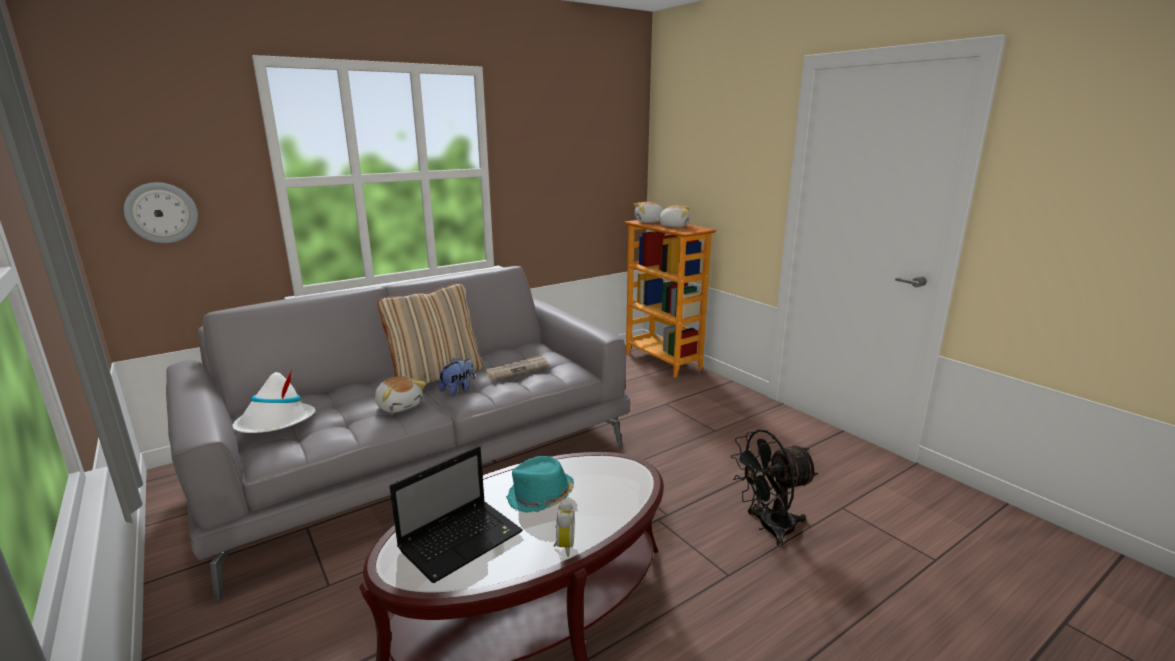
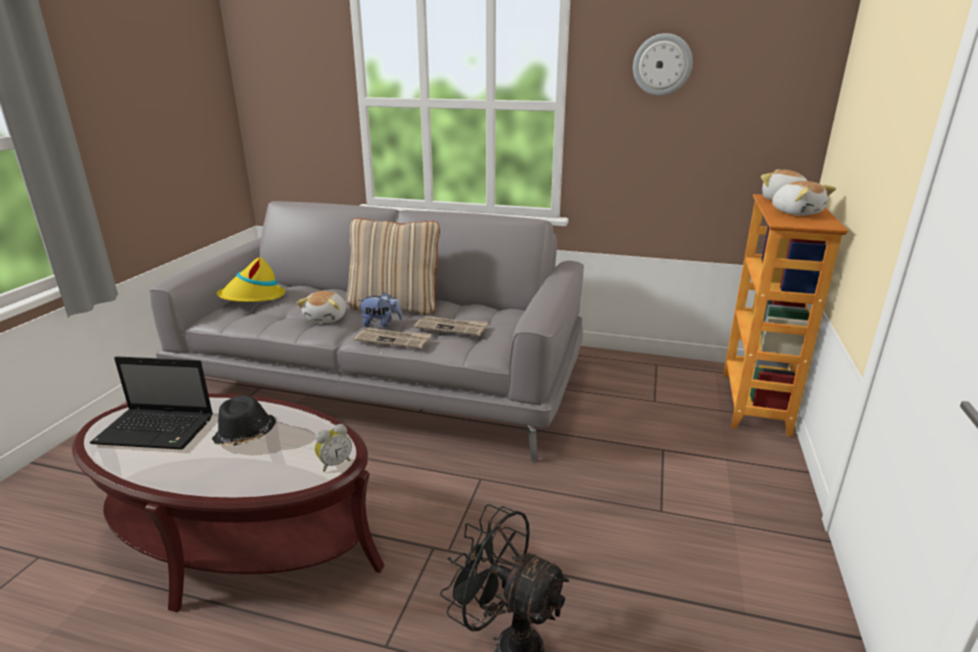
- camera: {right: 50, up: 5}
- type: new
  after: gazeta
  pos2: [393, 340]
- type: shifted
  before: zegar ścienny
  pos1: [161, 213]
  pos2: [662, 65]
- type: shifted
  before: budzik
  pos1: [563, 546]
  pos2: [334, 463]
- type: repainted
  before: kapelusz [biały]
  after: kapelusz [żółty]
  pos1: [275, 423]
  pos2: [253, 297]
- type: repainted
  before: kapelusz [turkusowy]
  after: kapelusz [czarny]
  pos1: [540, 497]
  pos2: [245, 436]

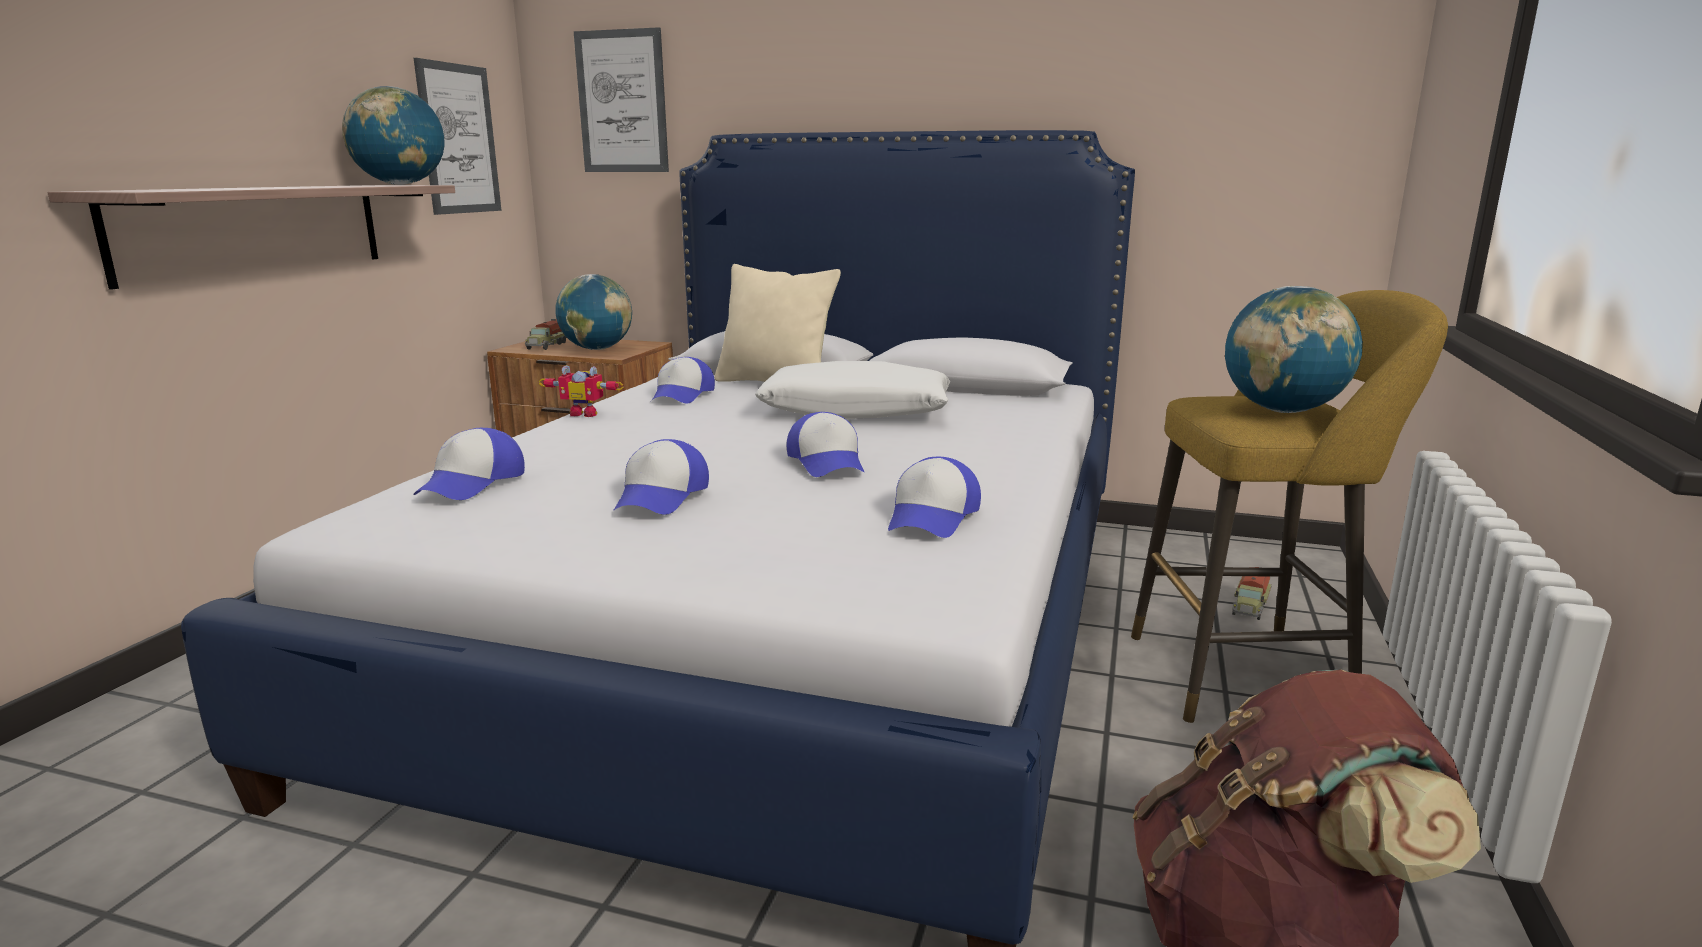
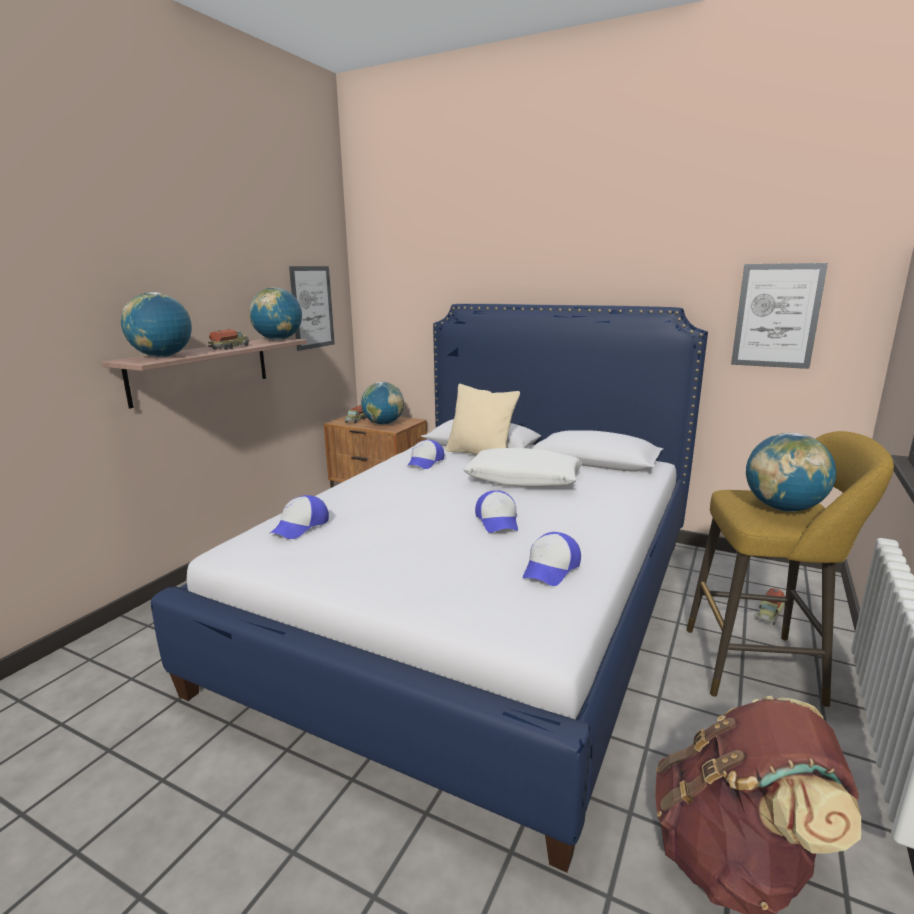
- camera: {right: 10, up: 0}
- type: gone
  before: robot zabawkowy
  pos1: [585, 413]
- type: gone
  before: czapka z daszkiem
  pos1: [662, 497]
- type: new
  after: globus
  pos2: [162, 357]
- type: new
  after: ciężarówka zabawkowa
  pos2: [230, 348]
- type: shifted
  before: obraz
  pos1: [622, 102]
  pos2: [776, 316]

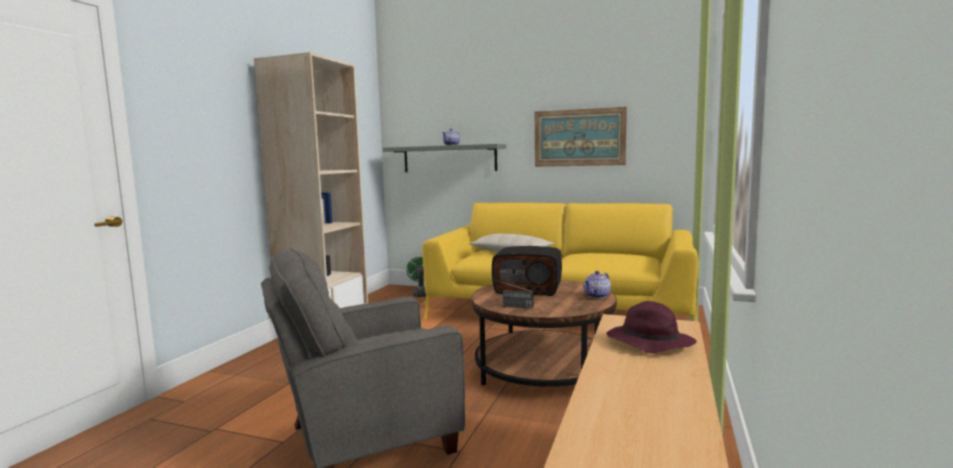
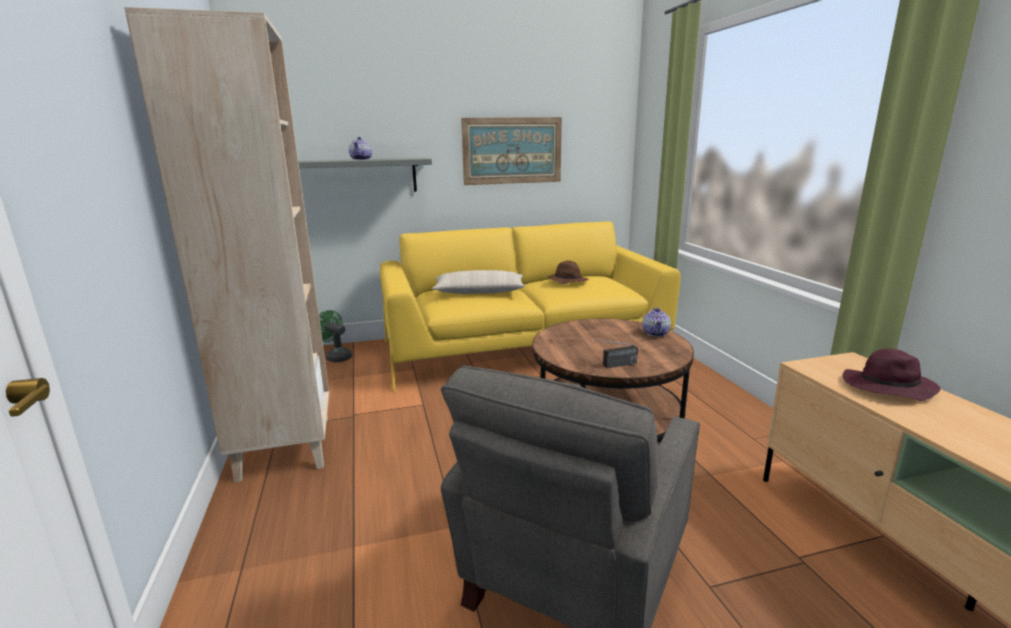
- camera: {right: -35, up: 10}
- type: gone
  before: radio
  pos1: [528, 289]
- type: new
  after: kapelusz [brązowy]
  pos2: [567, 281]

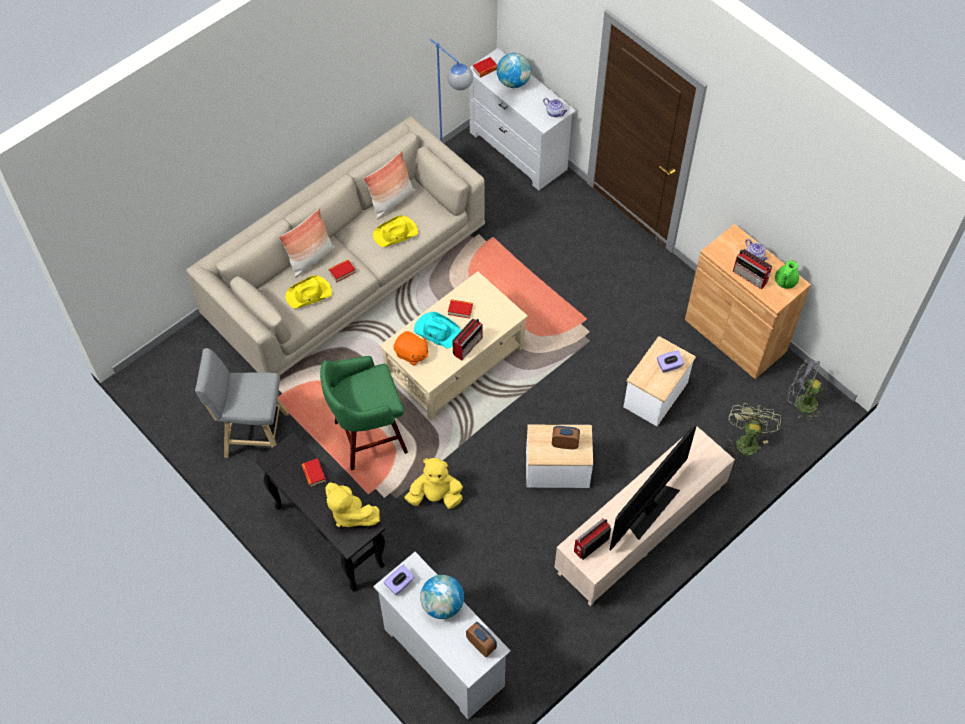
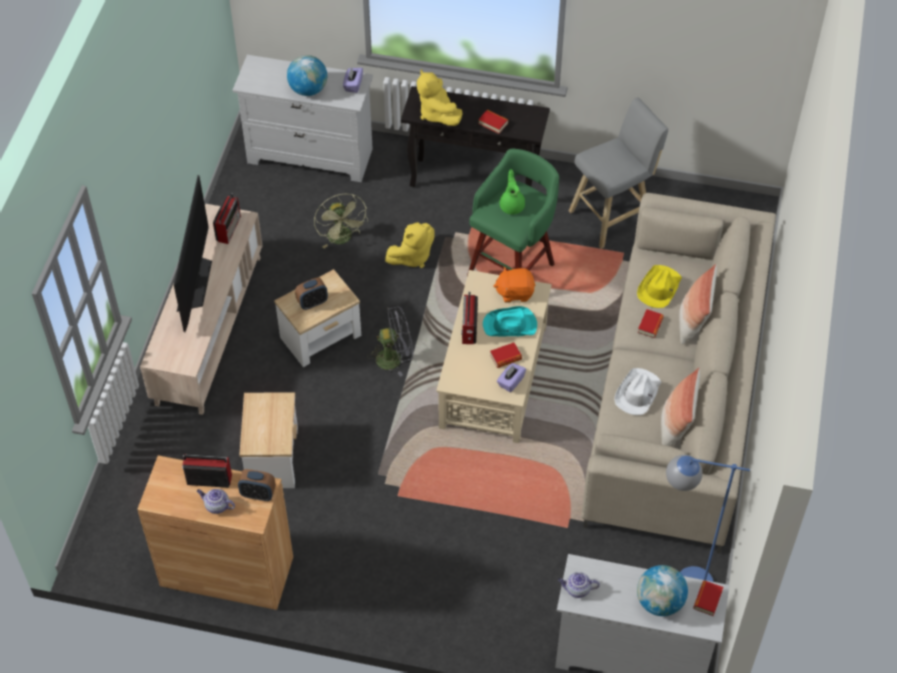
- camera: {right: 145, up: -5}
- type: shifted
  before: budzik
  pos1: [481, 644]
  pos2: [258, 494]
- type: shifted
  before: pudełko chusteczek [fioletowy]
  pos1: [669, 366]
  pos2: [510, 382]
- type: shifted
  before: wentylator [zielony]
  pos1: [746, 440]
  pos2: [342, 239]
- type: shifted
  before: imbryk [zielony]
  pos1: [784, 281]
  pos2: [512, 205]
- type: shifted
  before: wentylator [szary]
  pos1: [800, 402]
  pos2: [394, 357]
- type: repainted
  before: kapelusz [żółty]
  after: kapelusz [biały]
  pos1: [396, 233]
  pos2: [637, 393]
- type: rotated
  before: pluszak [żółty]
  pos1: [350, 513]
  pos2: [437, 114]
  turn: -120

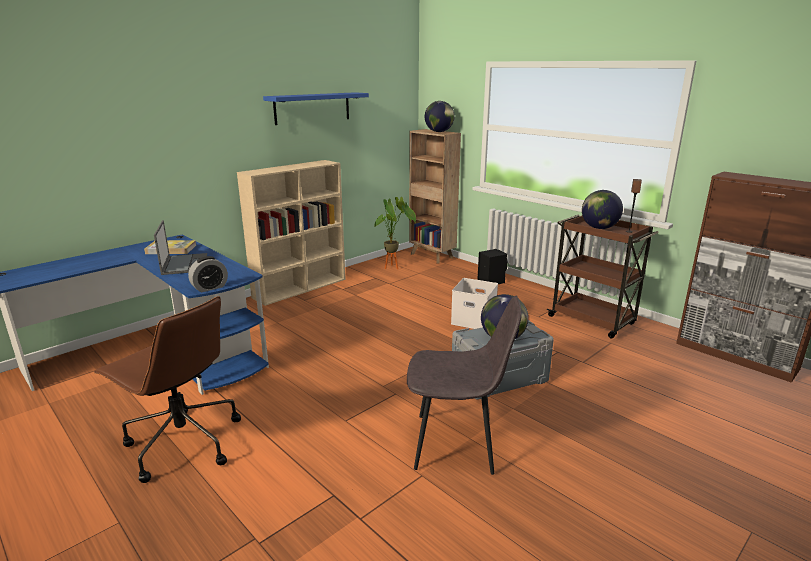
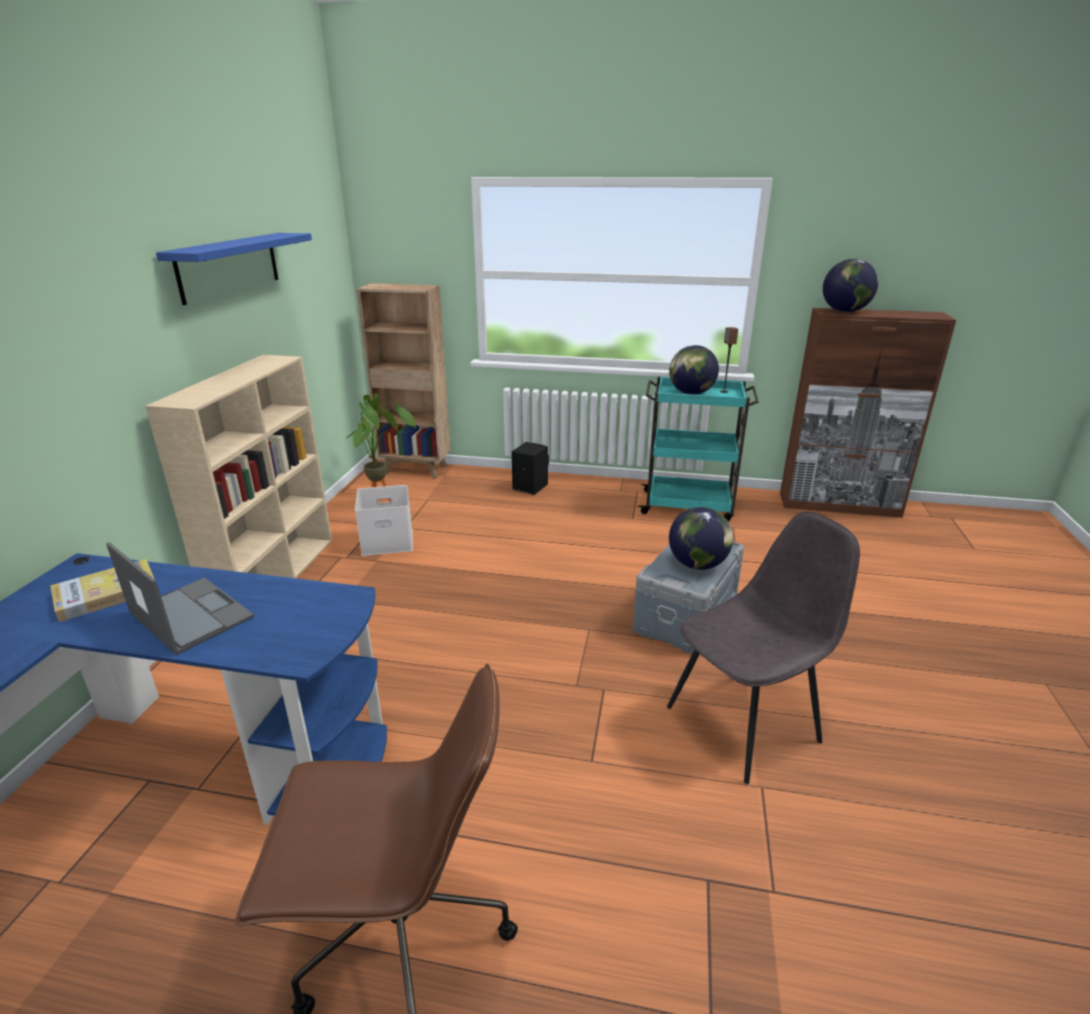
- camera: {right: -35, up: 5}
- type: gone
  before: budzik
  pos1: [210, 288]
- type: shifted
  before: globus
  pos1: [439, 132]
  pos2: [845, 311]
- type: shifted
  before: pojemnik do przechowywania [biały]
  pos1: [474, 320]
  pos2: [388, 540]
- type: repainted
  before: wózek [brązowy]
  after: wózek [turkusowy]
  pos1: [593, 321]
  pos2: [688, 505]

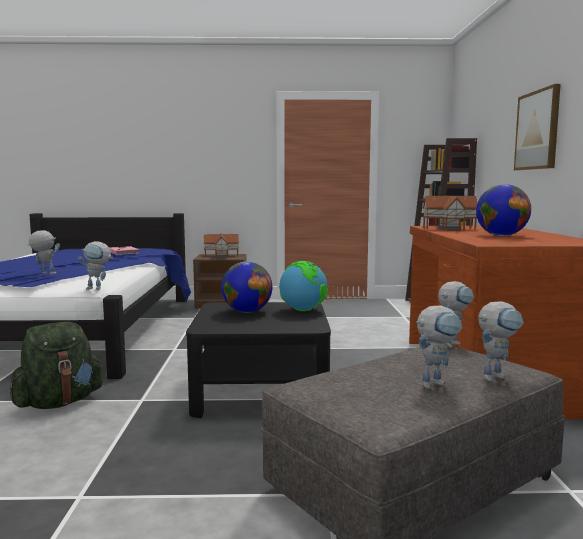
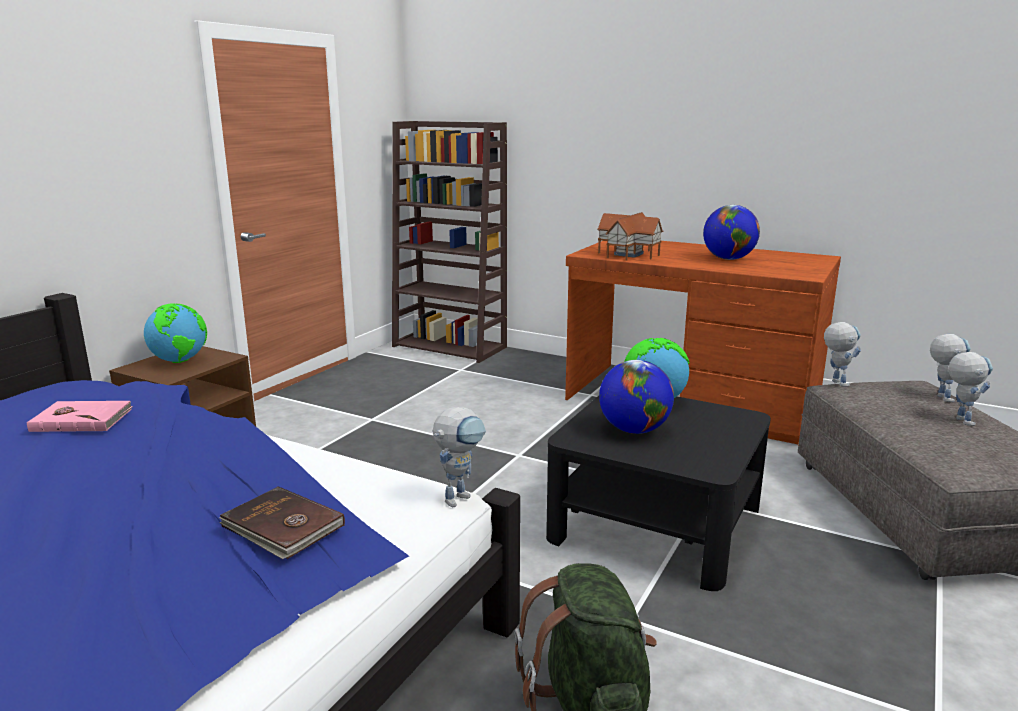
- camera: {right: -60, up: 10}
- type: gone
  before: obraz
  pos1: [538, 130]
- type: swapped
  before: robot zabawkowy
  after: książka [brązowy]
  pos1: [44, 274]
  pos2: [282, 527]
- type: swapped
  before: domek
  after: globus
  pos1: [222, 256]
  pos2: [180, 361]

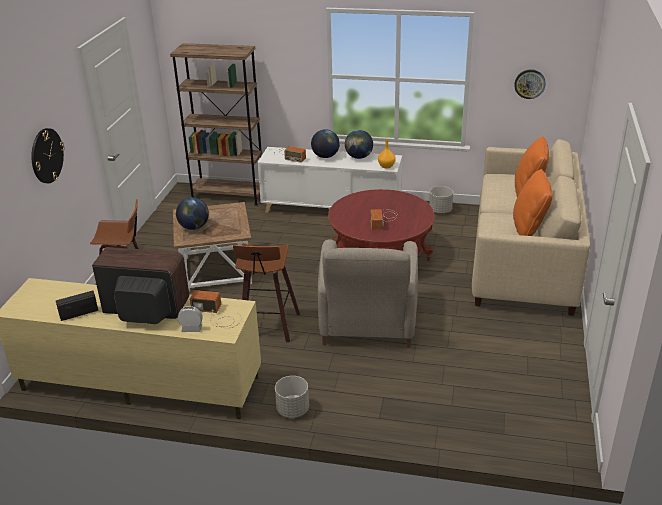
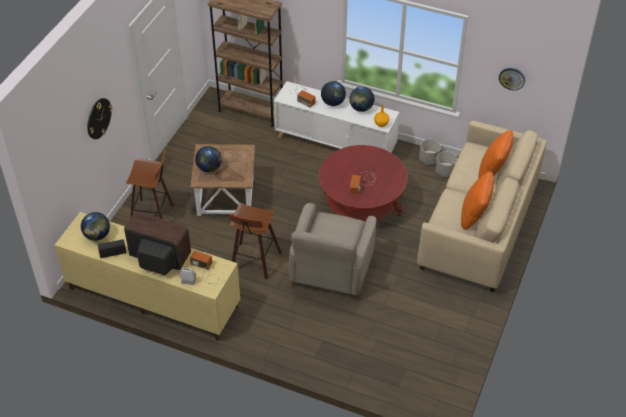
- camera: {right: 10, up: 15}
- type: new
  after: globus
  pos2: [97, 236]
- type: shifted
  before: donica [szary]
  pos1: [292, 410]
  pos2: [445, 172]

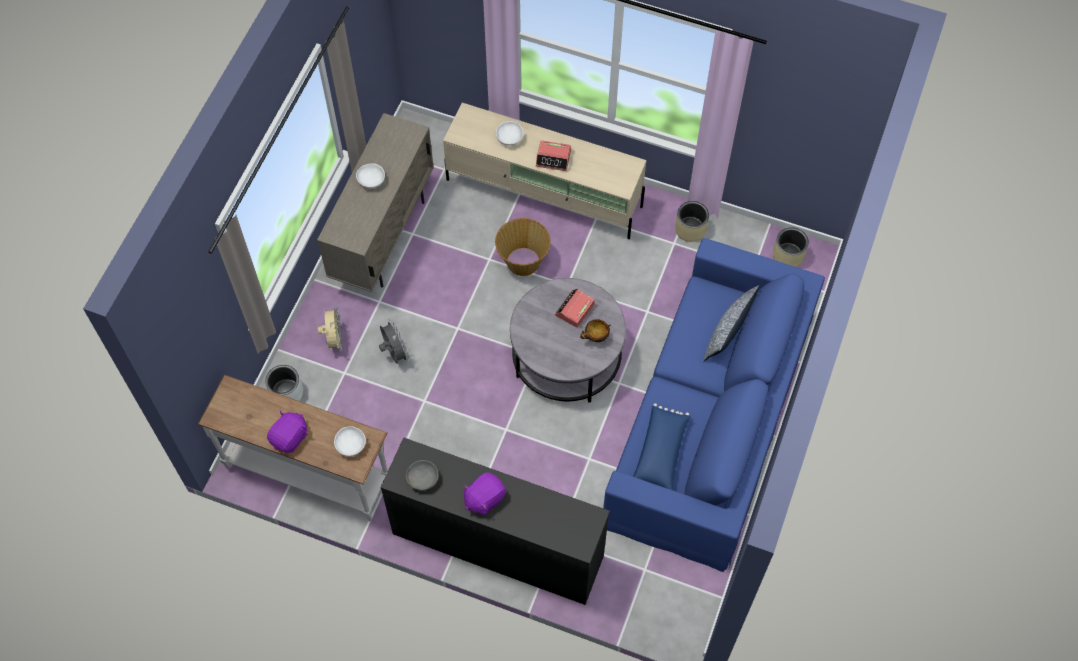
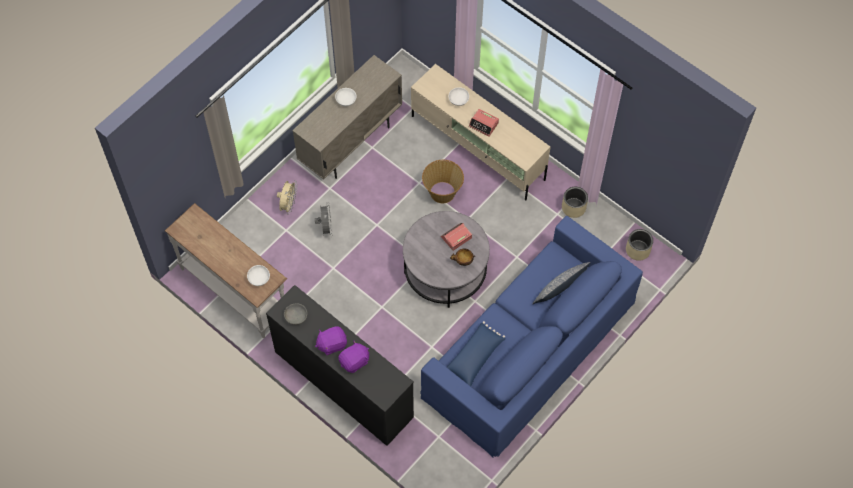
- camera: {right: 20, up: 0}
- type: gone
  before: donica [biały]
  pos1: [286, 392]
- type: shifted
  before: pluszak [fioletowy]
  pos1: [290, 437]
  pos2: [354, 361]

